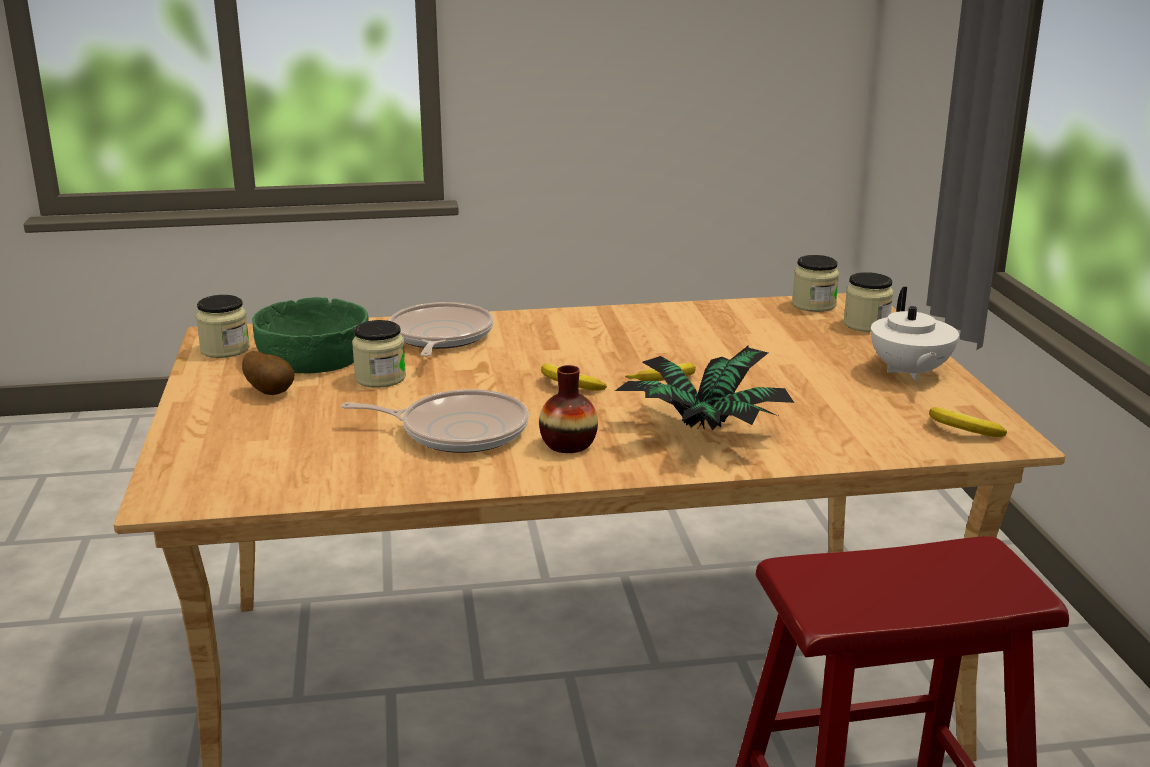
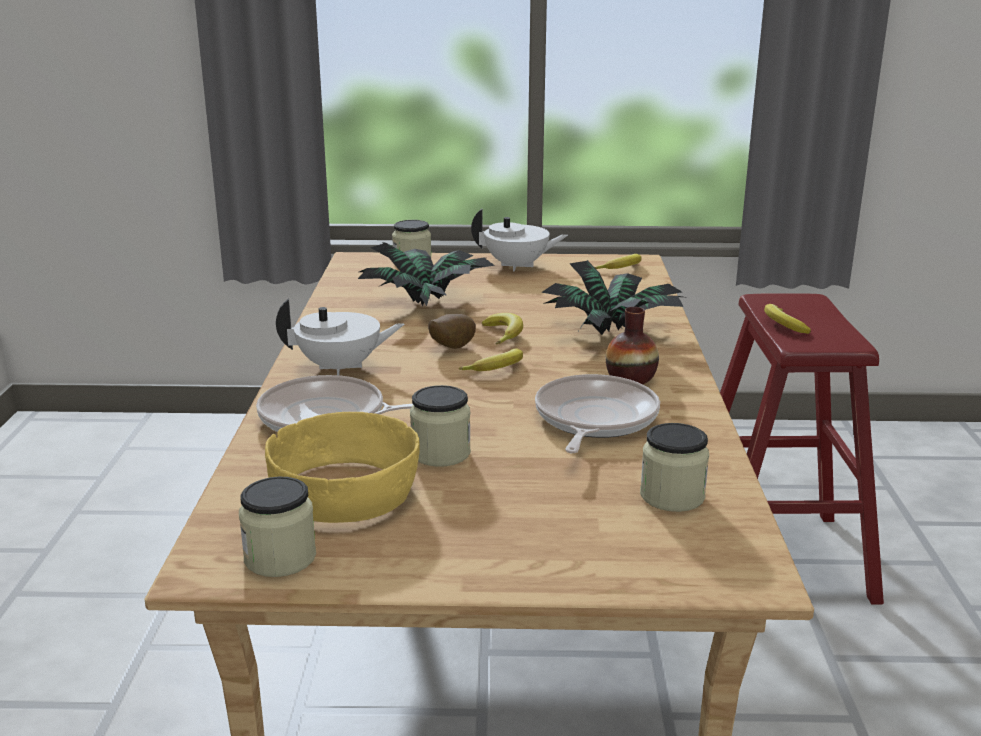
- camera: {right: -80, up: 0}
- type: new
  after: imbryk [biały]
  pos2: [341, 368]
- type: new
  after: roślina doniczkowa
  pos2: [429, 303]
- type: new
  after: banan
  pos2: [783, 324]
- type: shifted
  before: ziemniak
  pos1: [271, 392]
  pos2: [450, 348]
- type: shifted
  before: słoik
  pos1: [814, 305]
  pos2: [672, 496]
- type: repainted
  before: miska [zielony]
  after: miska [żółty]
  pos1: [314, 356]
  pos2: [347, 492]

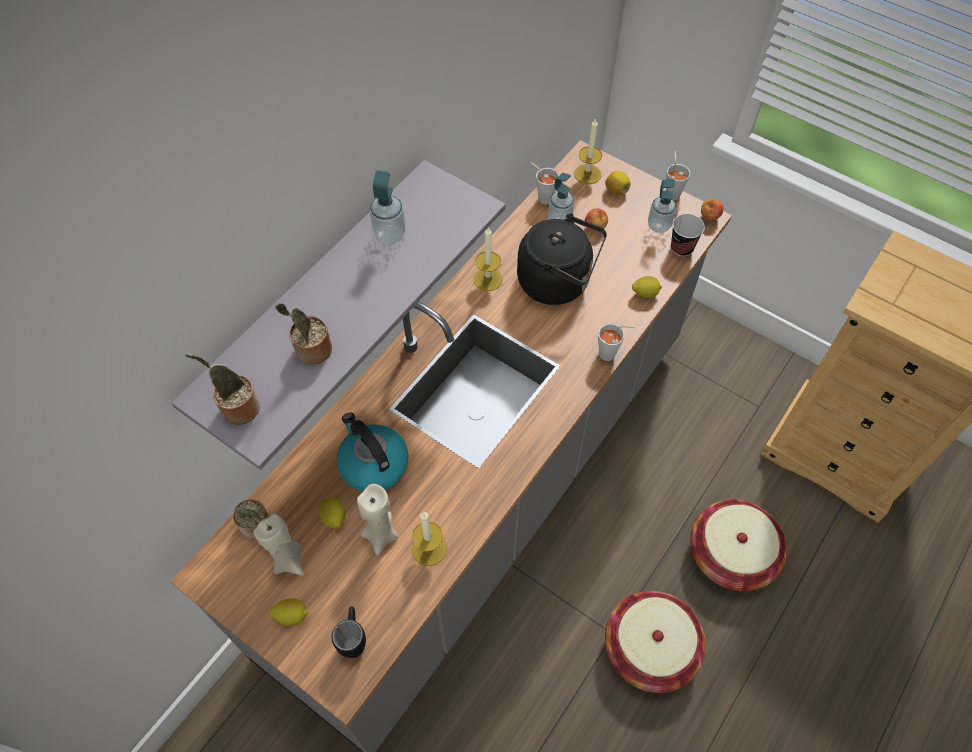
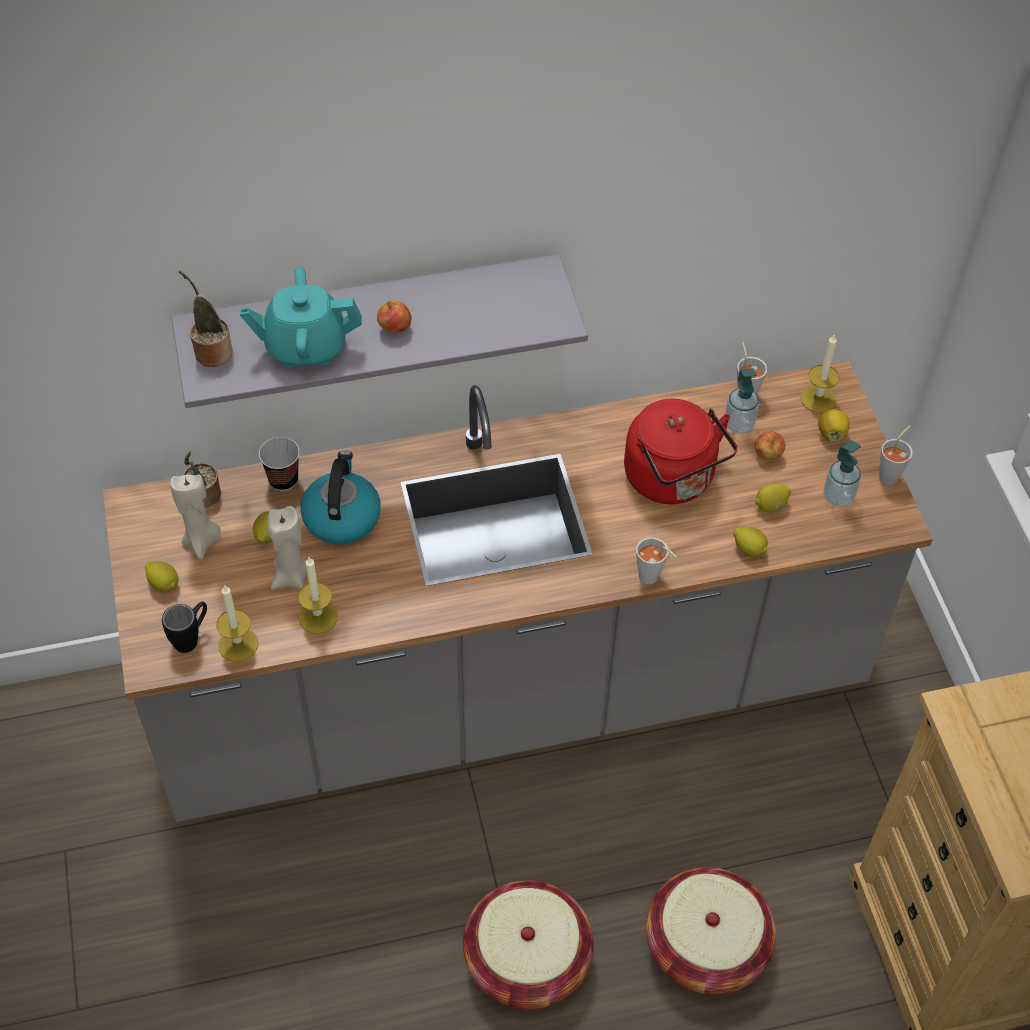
- camera: {right: 40, up: -5}
- type: gone
  before: dozownik mydła
  pos1: [390, 234]
- type: new
  after: cytryna
  pos2: [771, 506]
- type: shifted
  before: świeca
  pos1: [488, 279]
  pos2: [238, 644]
- type: shifted
  before: filiżanka
  pos1: [681, 248]
  pos2: [283, 480]
- type: shifted
  before: jabłko
  pos1: [709, 217]
  pos2: [394, 328]
- type: swapped
  before: roślina doniczkowa
  after: imbryk [turkusowy]
  pos1: [311, 351]
  pos2: [305, 347]
- type: repainted
  before: czajnik [czarny]
  after: czajnik [czerwony]
  pos1: [558, 282]
  pos2: [673, 480]

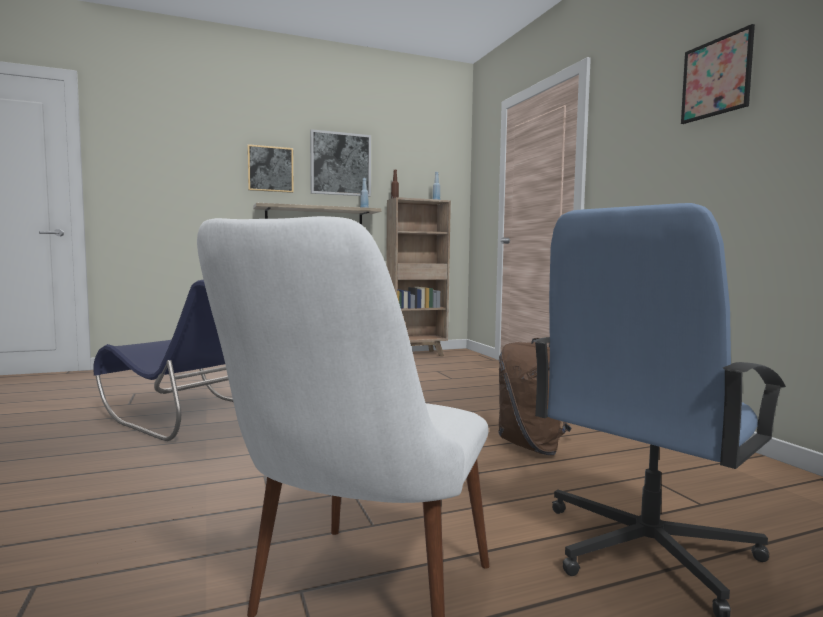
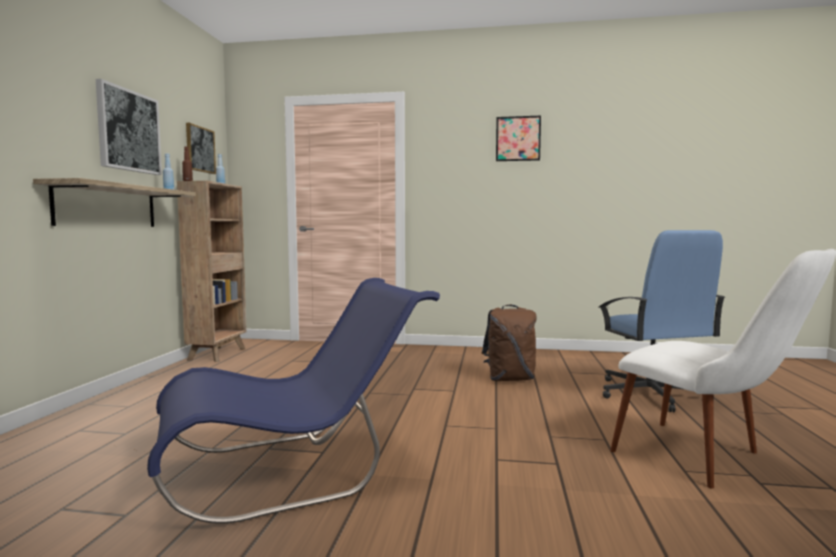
- camera: {right: -60, up: 0}
- type: shifted
  before: obraz
  pos1: [270, 169]
  pos2: [200, 149]

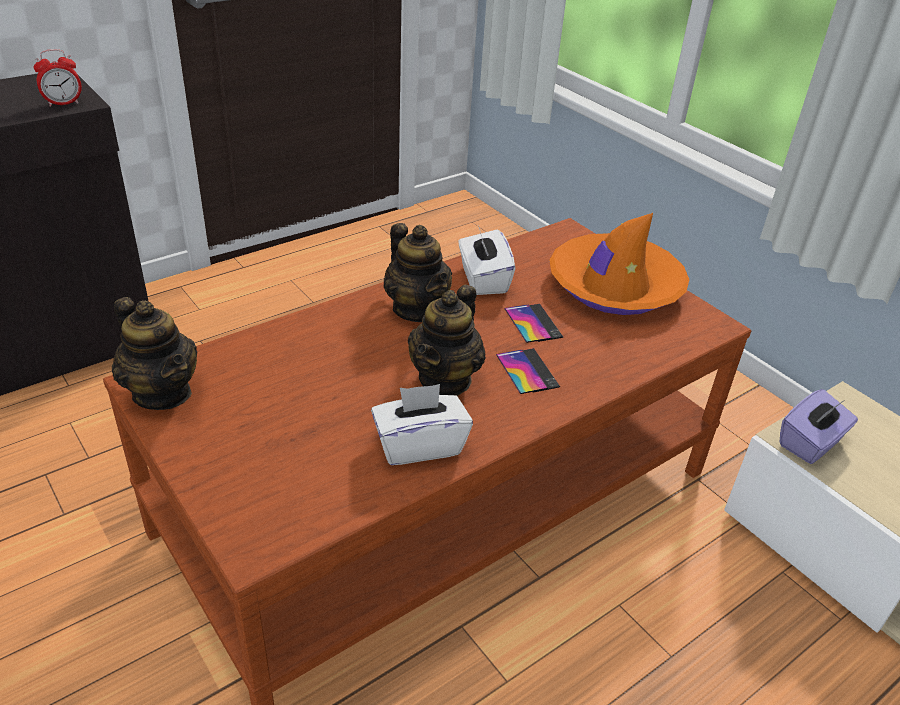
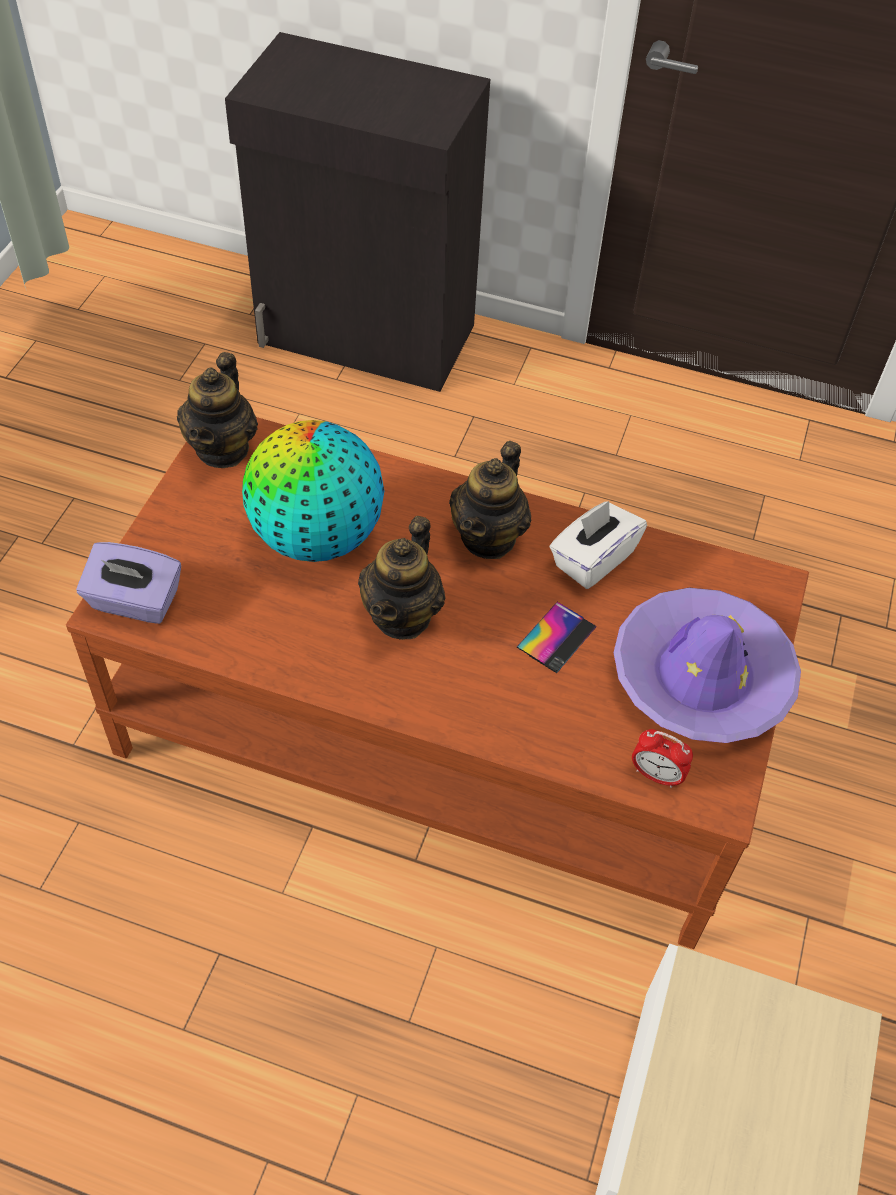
- camera: {right: 55, up: 15}
- type: gone
  before: pudełko chusteczek [biały]
  pos1: [419, 445]
- type: gone
  before: telefon
  pos1: [527, 371]
- type: new
  after: globus
  pos2: [316, 537]
- type: shifted
  before: budzik
  pos1: [64, 103]
  pos2: [656, 775]
- type: shifted
  before: pudełko chusteczek [fioletowy]
  pos1: [810, 443]
  pos2: [134, 602]
- type: repainted
  before: kapelusz [pomarańczowy]
  after: kapelusz [fioletowy]
  pos1: [614, 286]
  pos2: [701, 676]
- type: rotated
  before: imbryk
  pos1: [445, 379]
  pos2: [402, 615]
  turn: -60

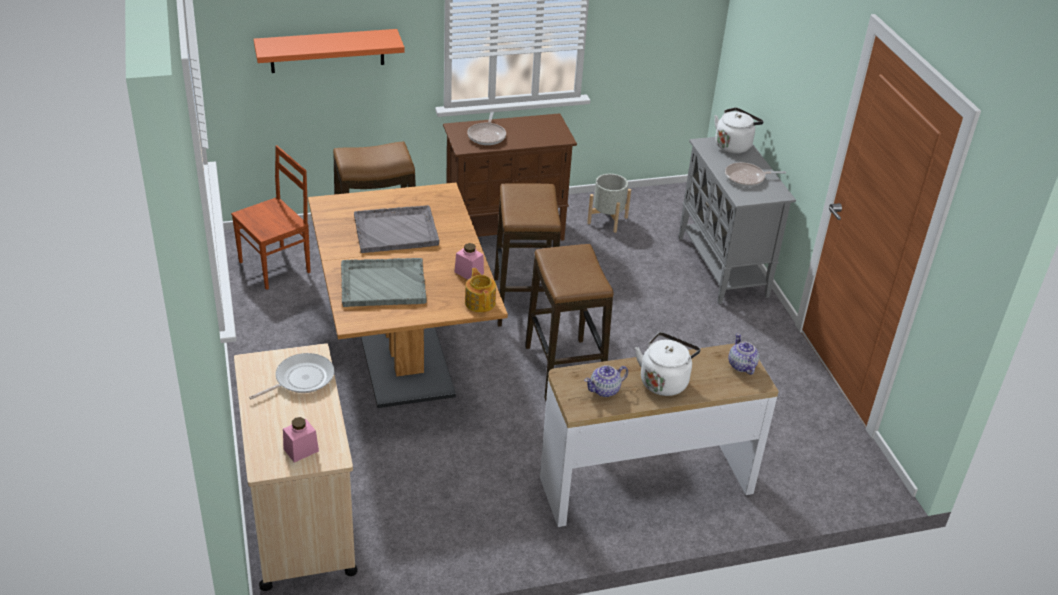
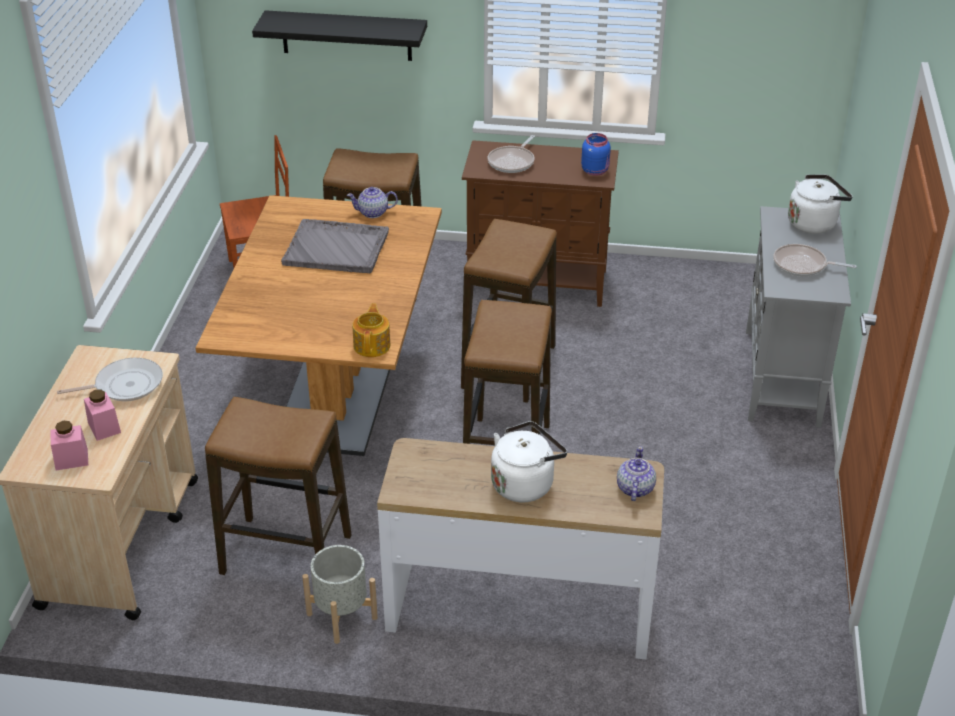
- camera: {right: 25, up: 0}
- type: gone
  before: taca [szary]
  pos1: [382, 284]
- type: new
  after: stołek
  pos2: [285, 555]
- type: new
  after: słoik [niebieski]
  pos2: [595, 170]
- type: shifted
  before: słoik [różowy]
  pos1: [469, 273]
  pos2: [104, 427]
- type: shifted
  before: imbryk
  pos1: [605, 390]
  pos2: [373, 213]
- type: shifted
  before: donica [szary]
  pos1: [607, 220]
  pos2: [341, 616]
- type: repainted
  before: półka [pomarańczowy]
  after: półka [czarny]
  pos1: [327, 51]
  pos2: [346, 35]

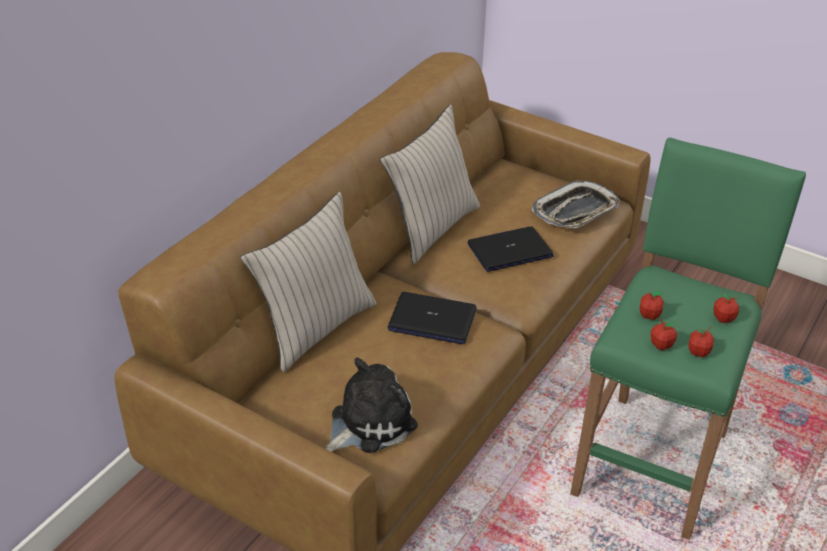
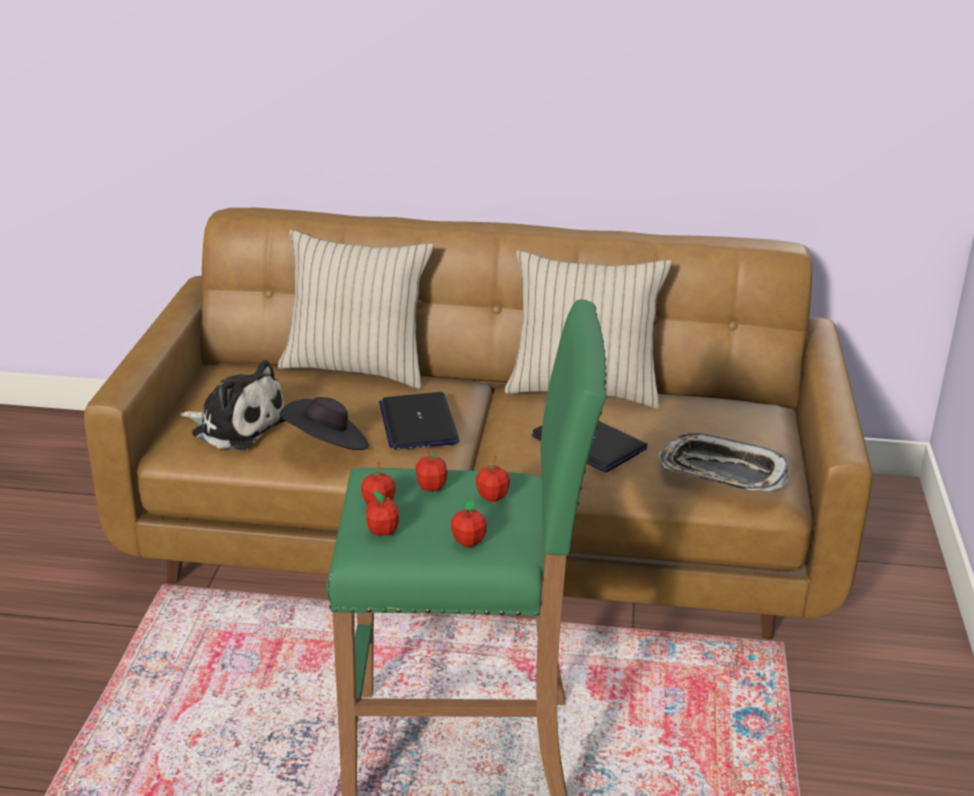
- camera: {right: 65, up: -10}
- type: new
  after: kapelusz [czarny]
  pos2: [327, 445]
- type: new
  after: jabłko
  pos2: [492, 497]

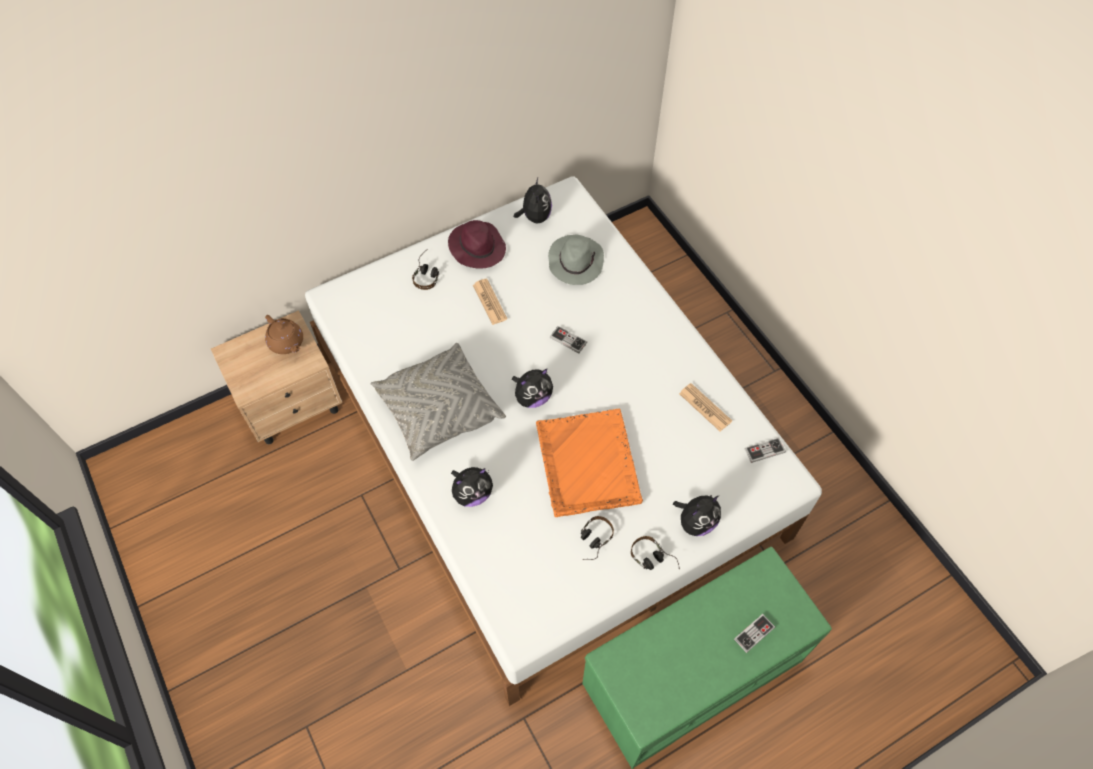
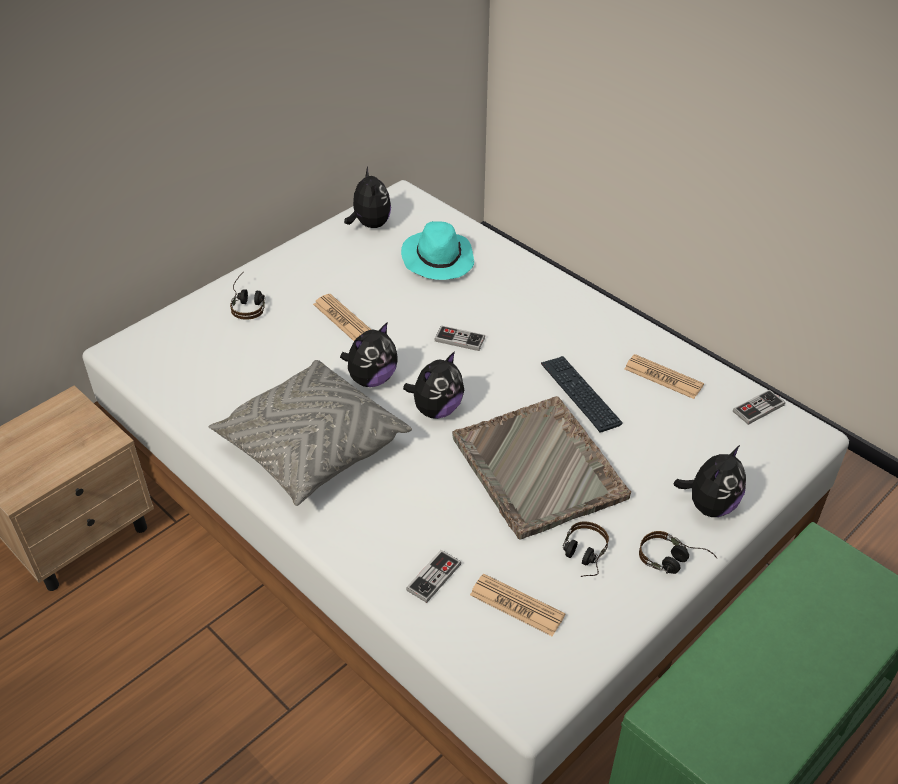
- camera: {right: -15, up: -15}
- type: gone
  before: imbryk [brązowy]
  pos1: [287, 343]
- type: gone
  before: kapelusz [fioletowy]
  pos1: [477, 247]
- type: new
  after: gazeta
  pos2: [517, 605]
- type: new
  after: klawiatura
  pos2: [580, 394]
- type: shifted
  before: pluszak
  pos1: [472, 494]
  pos2: [371, 378]
- type: shifted
  before: pad do gier
  pos1: [754, 633]
  pos2: [434, 577]
- type: repainted
  before: taca [pomarańczowy]
  after: taca [szary]
  pos1: [588, 464]
  pos2: [539, 469]
- type: repainted
  before: kapelusz [szary]
  after: kapelusz [turkusowy]
  pos1: [575, 261]
  pos2: [437, 259]

